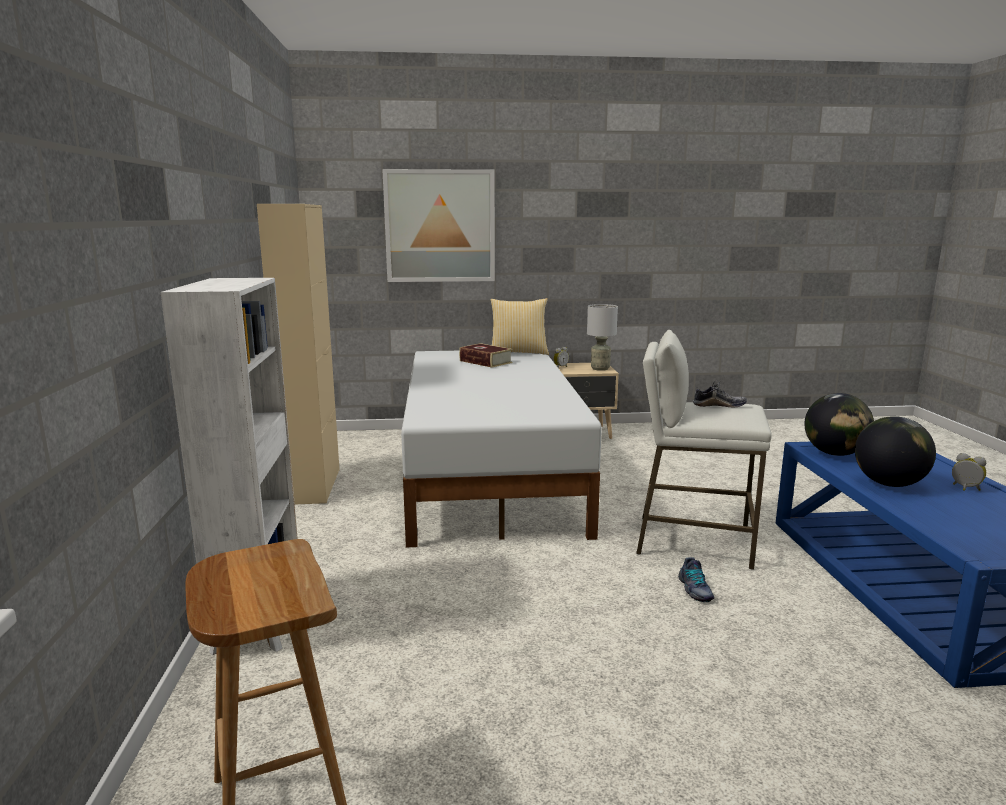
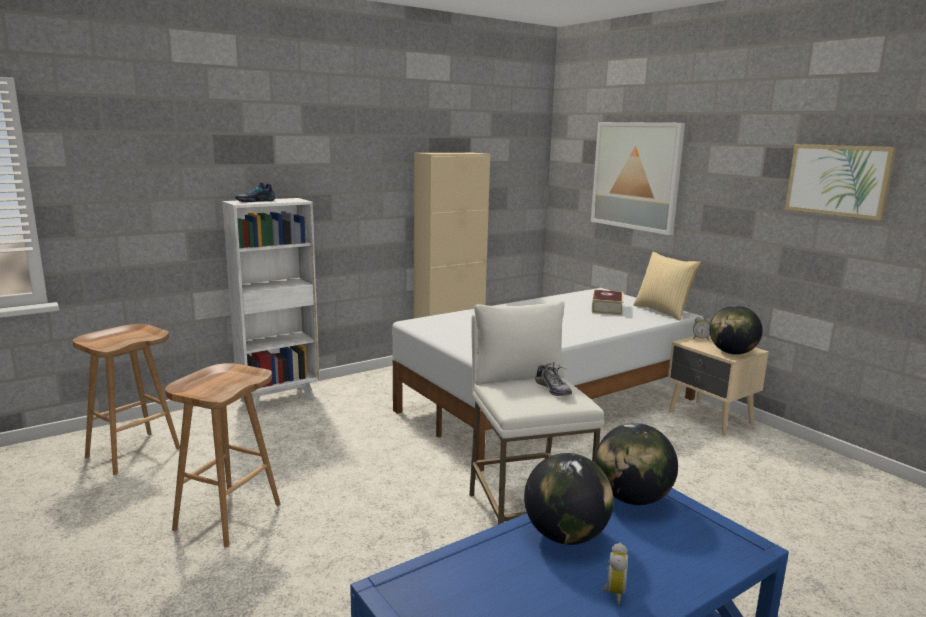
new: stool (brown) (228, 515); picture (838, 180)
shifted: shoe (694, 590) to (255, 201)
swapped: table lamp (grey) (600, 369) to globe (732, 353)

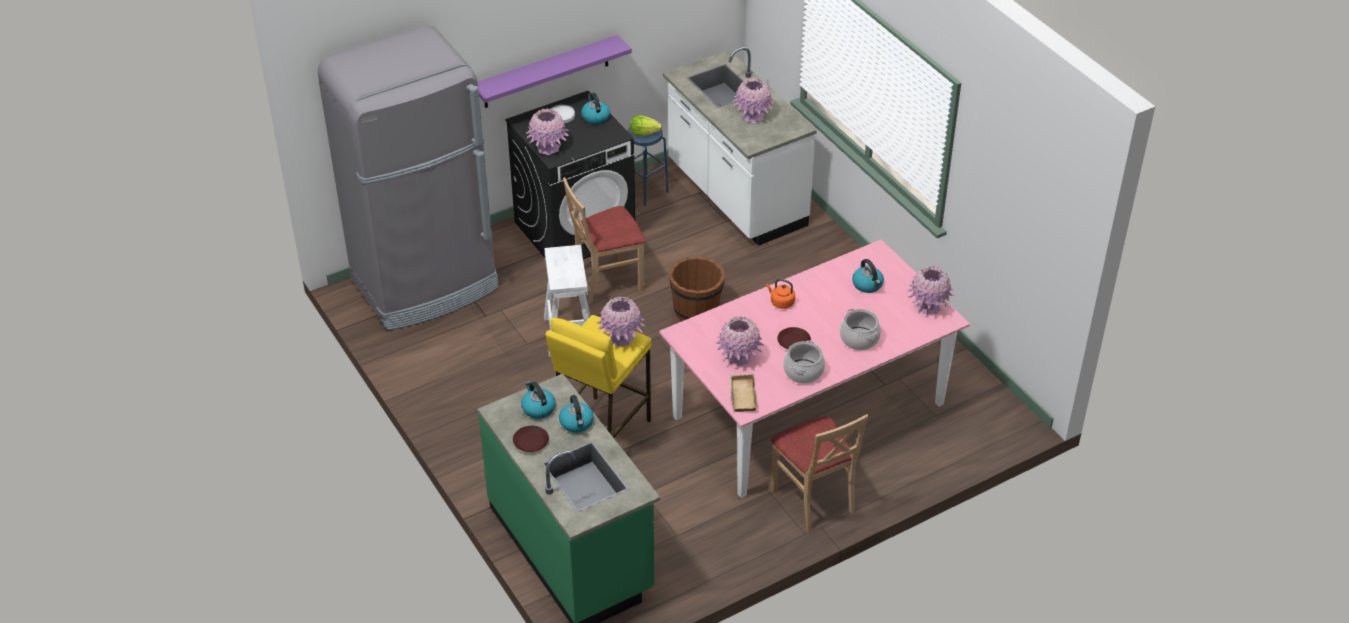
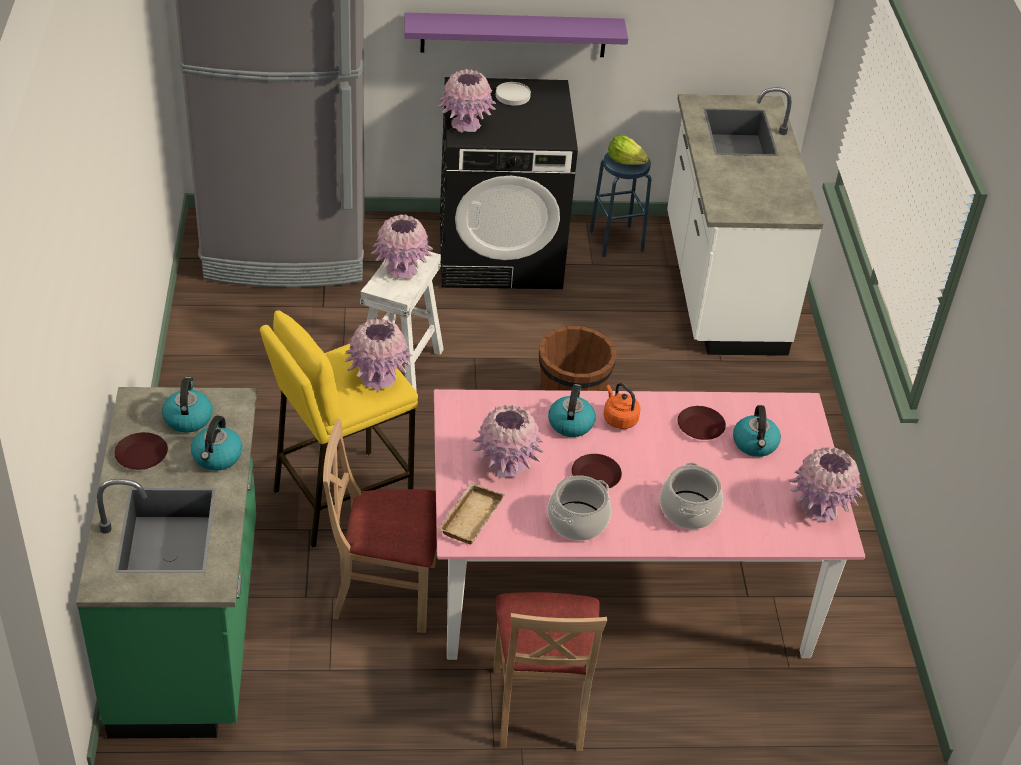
new: plate (brown) (700, 427)
shifted: chair (beige) (607, 281) to (385, 592); kettle (595, 117) to (570, 423); vase (pink) (752, 116) to (401, 270)

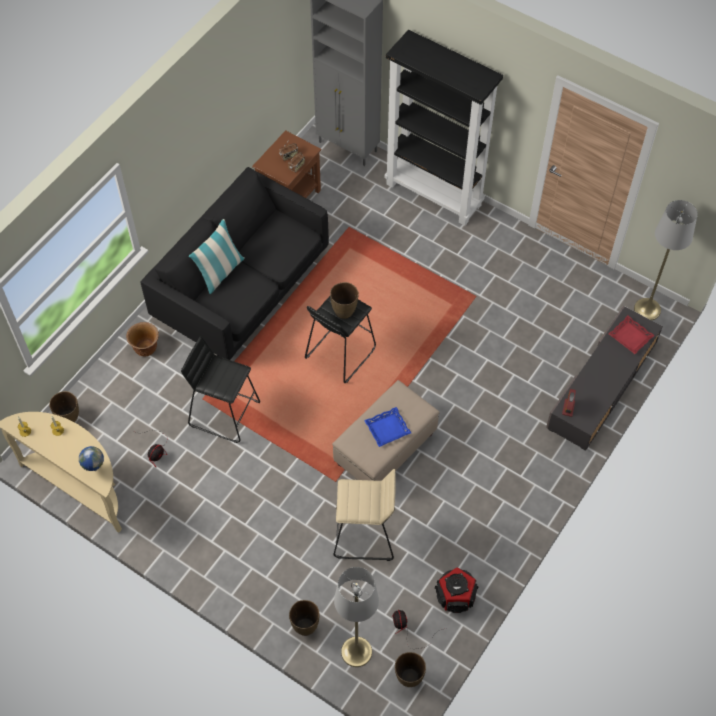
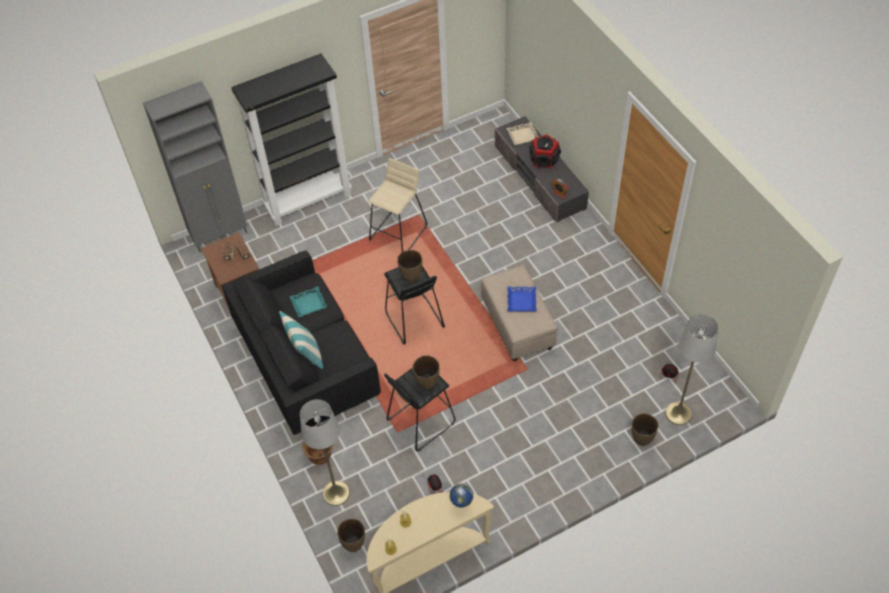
new: tray (turquoise) (308, 304)
shifted: stool (beige) (365, 534) to (398, 233); vase (brown) (409, 678) to (427, 383); speaker (456, 596) to (544, 159); floor lamp (grey) (647, 309) to (336, 493)
repainted: tray (red) (630, 336) to tray (beige) (522, 135)

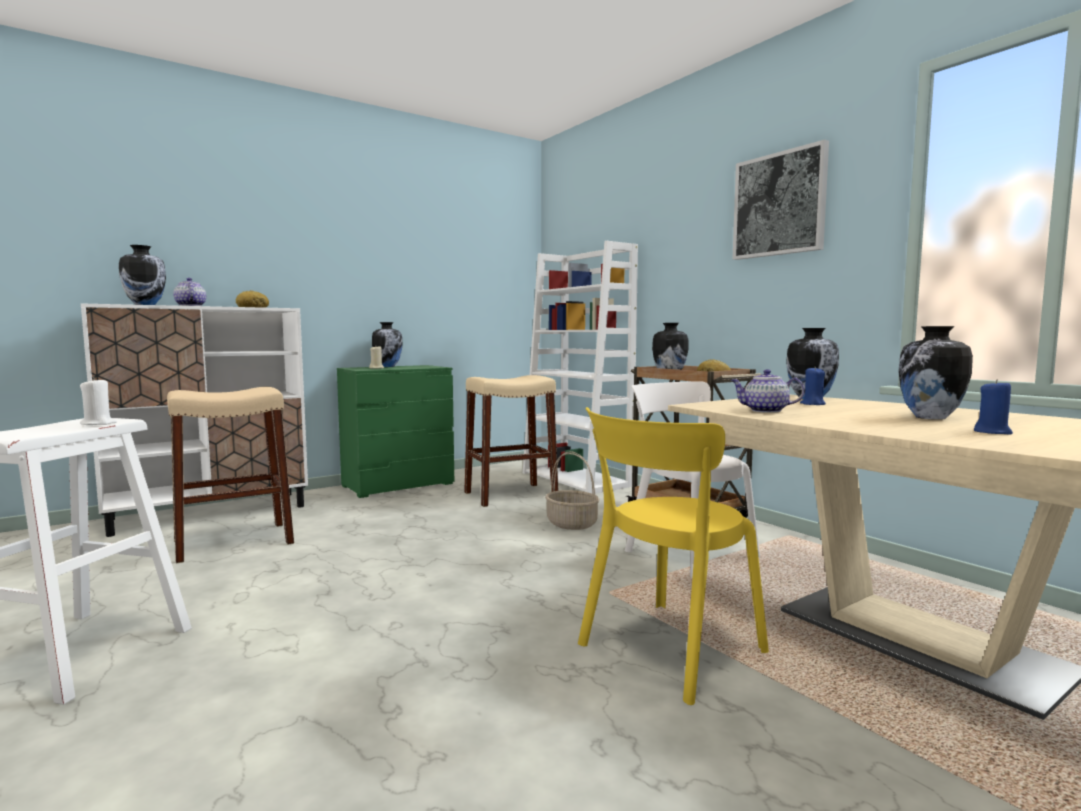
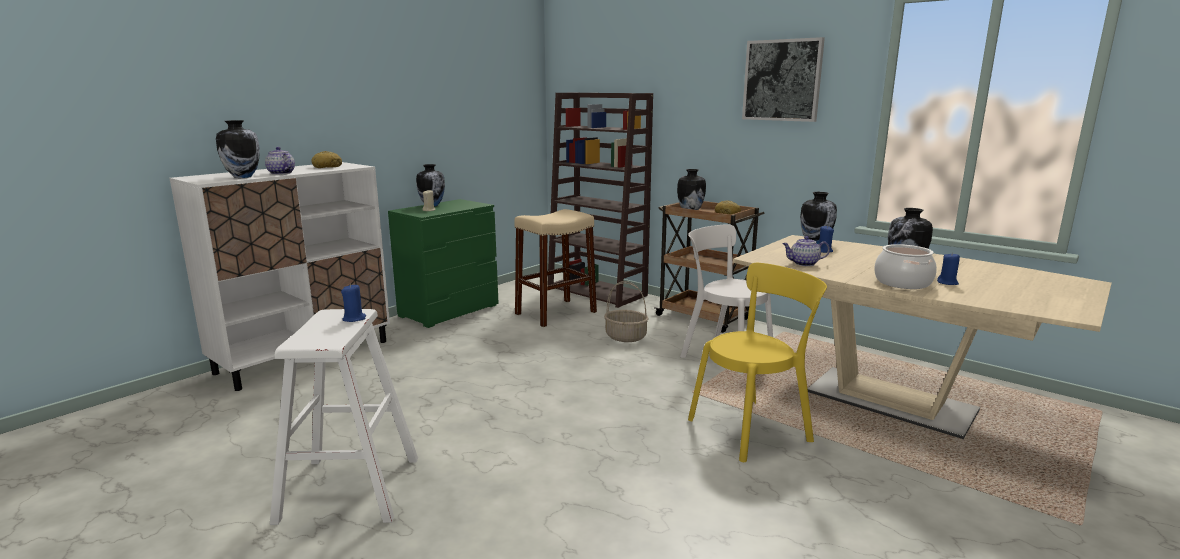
gone: stool (beige) (234, 542)
new: cooking pot (903, 283)
repainted: candle (white) (98, 423) to candle (blue) (354, 318); bookcase (white) (577, 479) to bookcase (brown) (598, 292)
rotated: chair (yellow) (666, 651) = (753, 428) 150 degrees counterclockwise

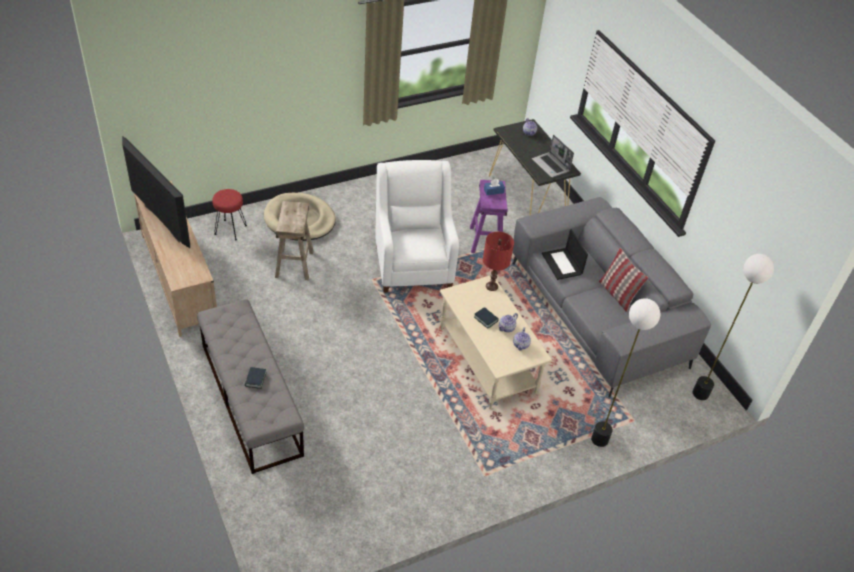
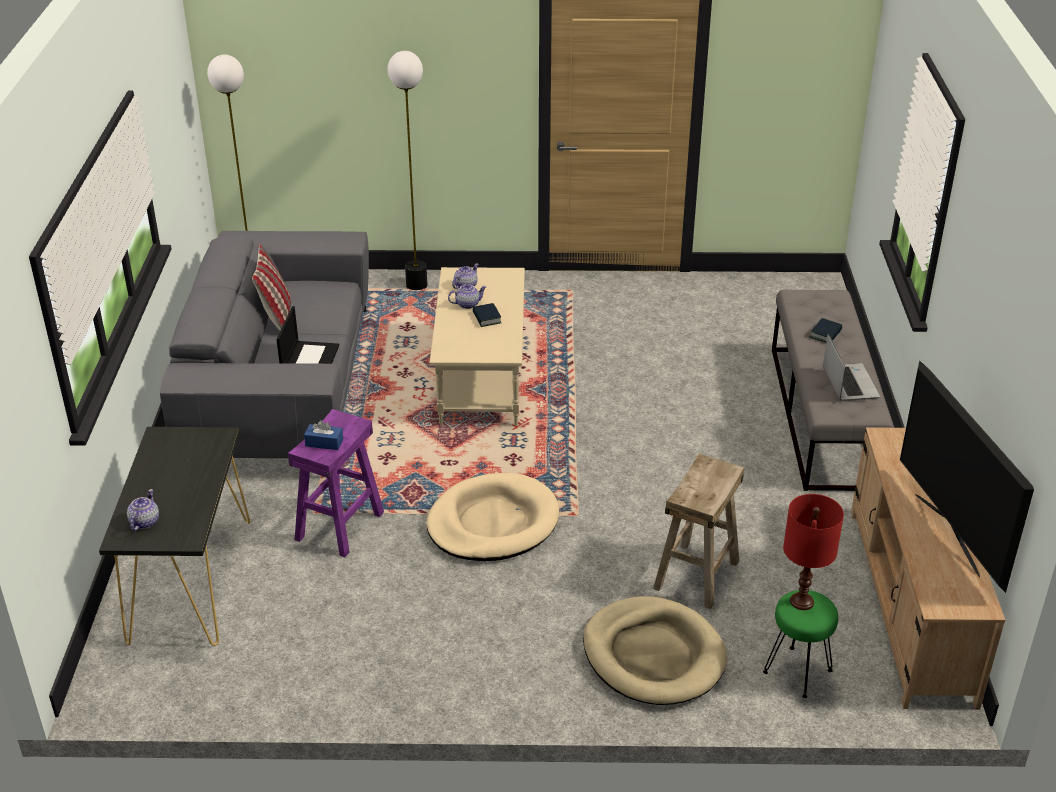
shifted: table lamp (red) (492, 286) to (801, 602); laptop (551, 166) to (848, 383)
swapped: armchair (white) (412, 263) to dog bed (beige) (493, 523)
repainted: stool (red) (230, 229) to stool (green) (797, 672)

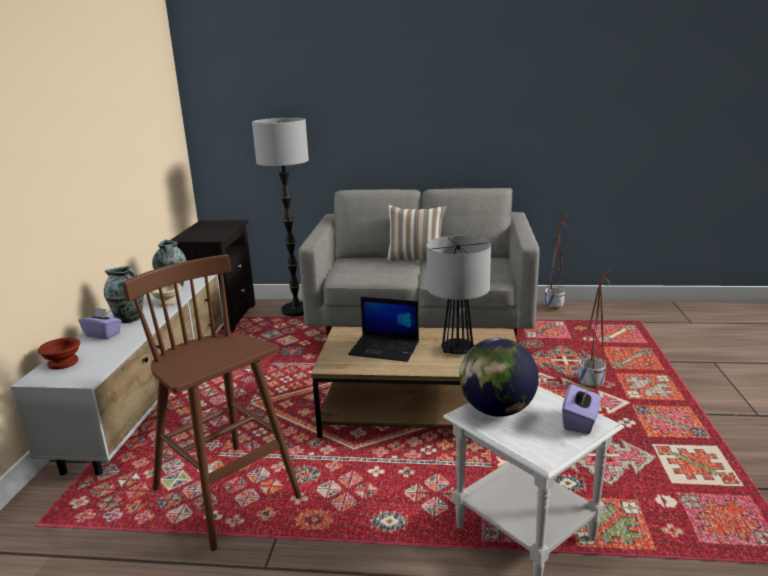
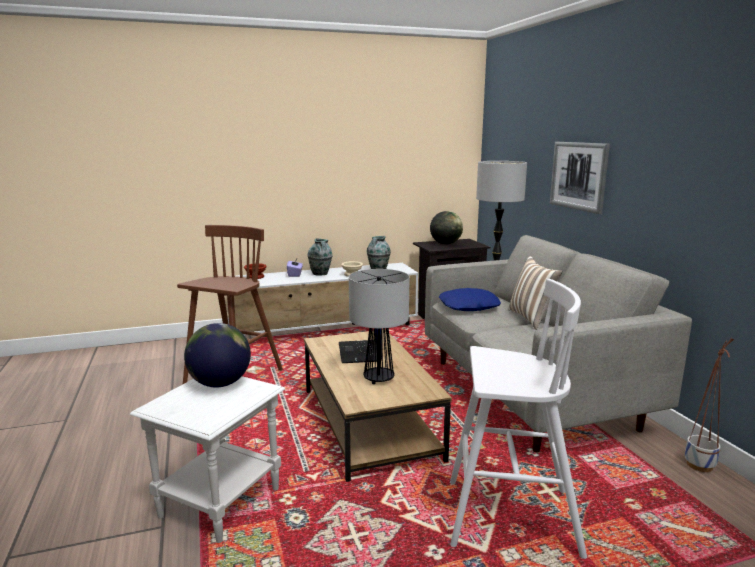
gone: tissue box (purple) (580, 422)
new: globe (445, 243); pillow (blue) (469, 306); picture (578, 176)
swapped: planter (590, 384) to stool (white) (508, 517)

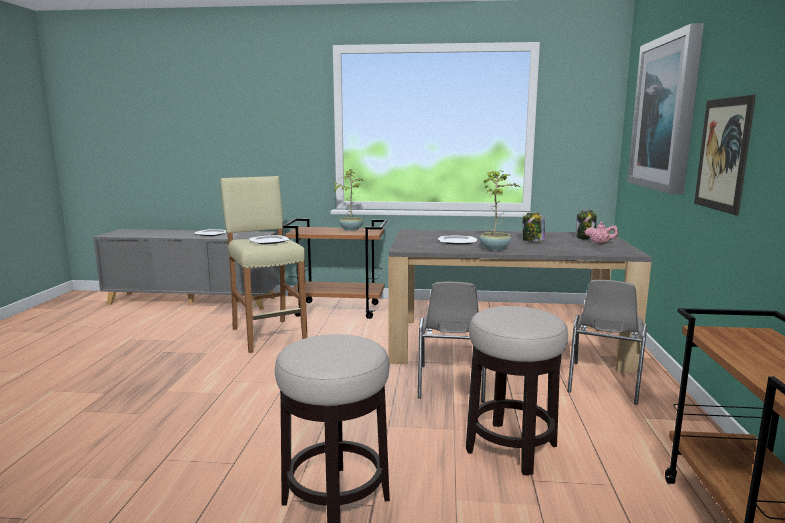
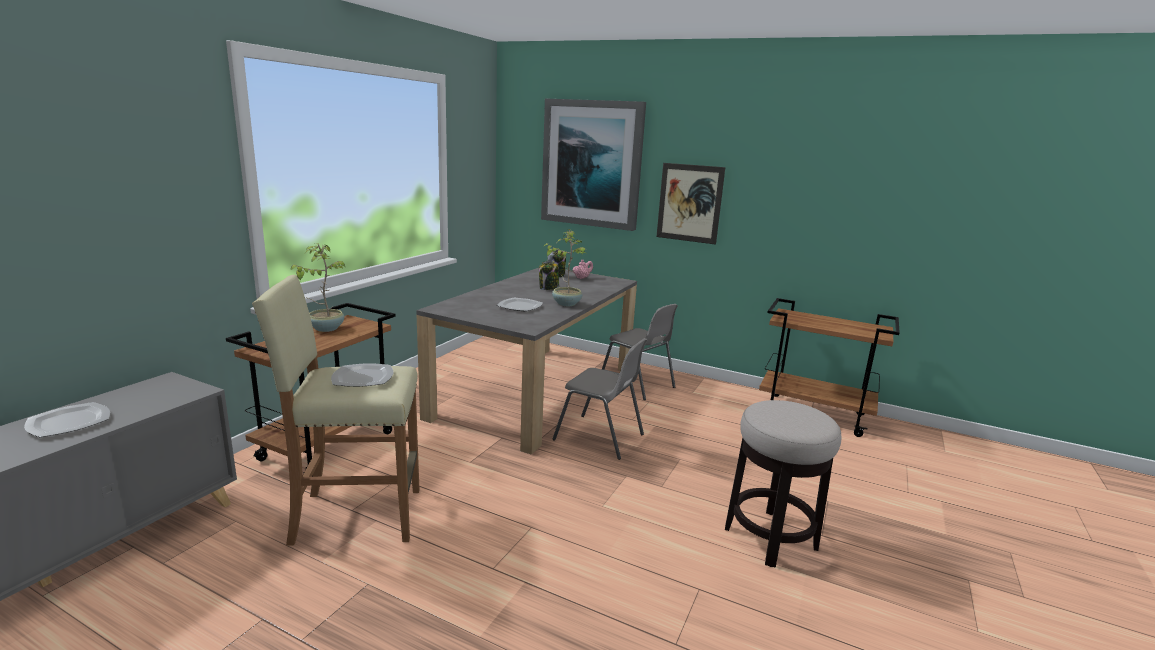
gone: stool (511, 448)

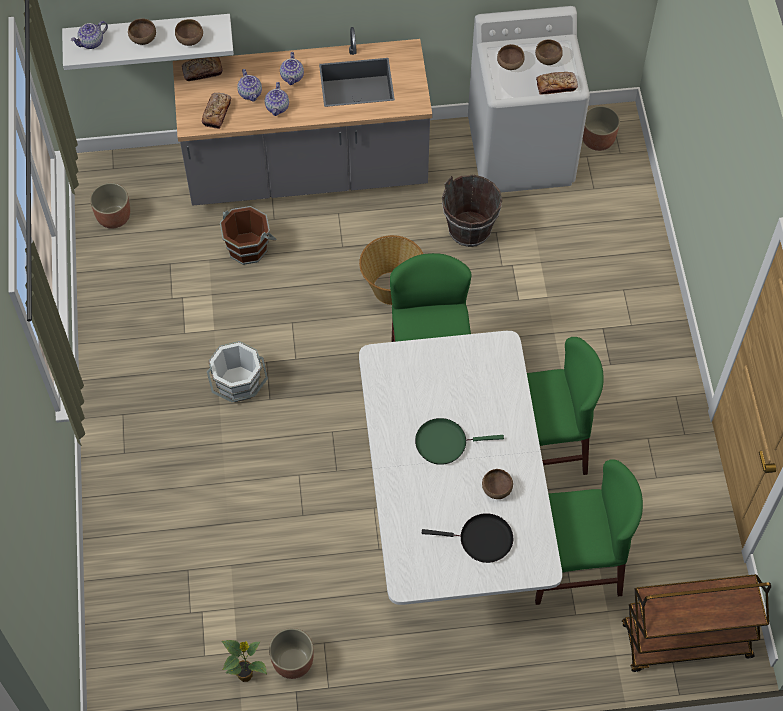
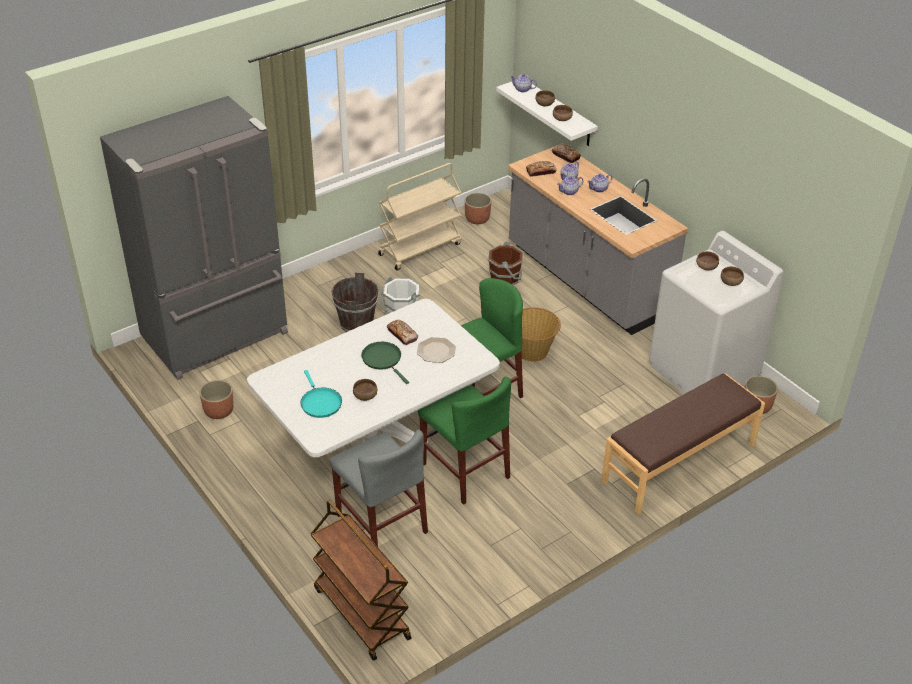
gone: potted plant (246, 675)
new: fridge (grey) (217, 337); cart (beige) (420, 249); plate (435, 351); bench (brown) (680, 463)
shifted: bucket (brown) (469, 230) to (356, 324); bread (556, 86) to (402, 335)
repainted: frying pan (black) (482, 540) to frying pan (turquoise) (320, 403); chair (green) (572, 566) to chair (grey) (381, 523)

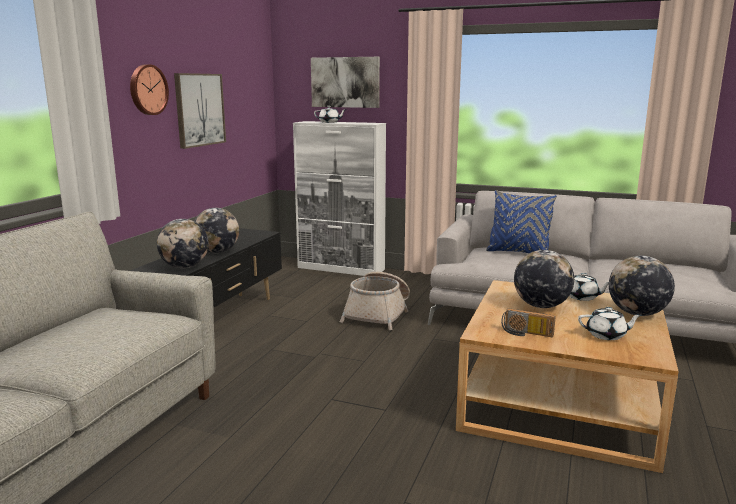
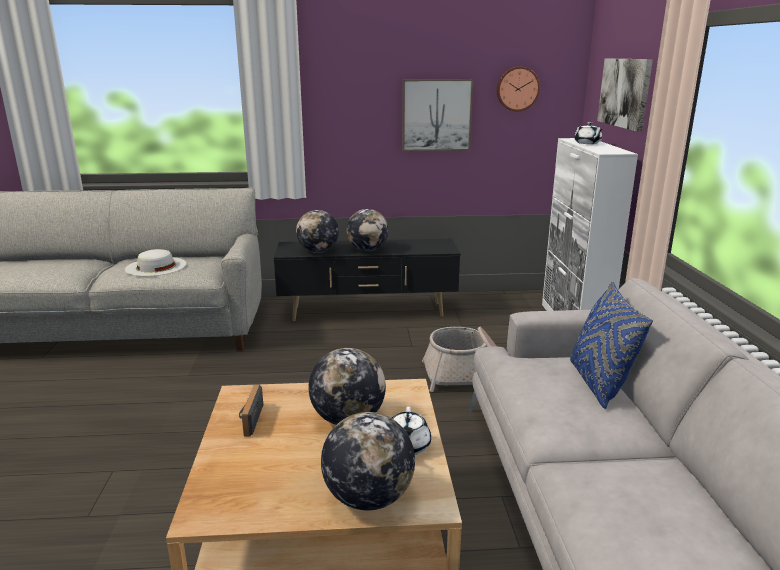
gone: teapot (white) (607, 335)
new: hat (white) (156, 266)
shifted: wall clock (147, 90) to (517, 89)

